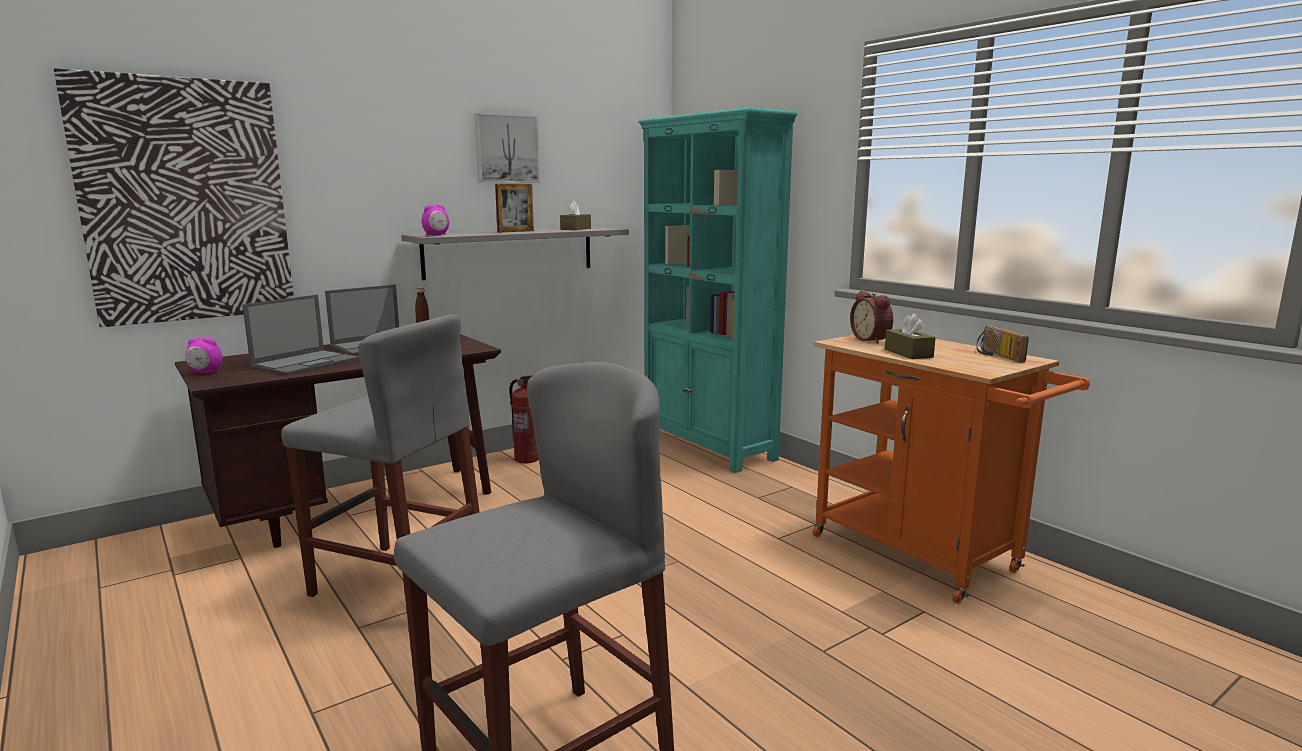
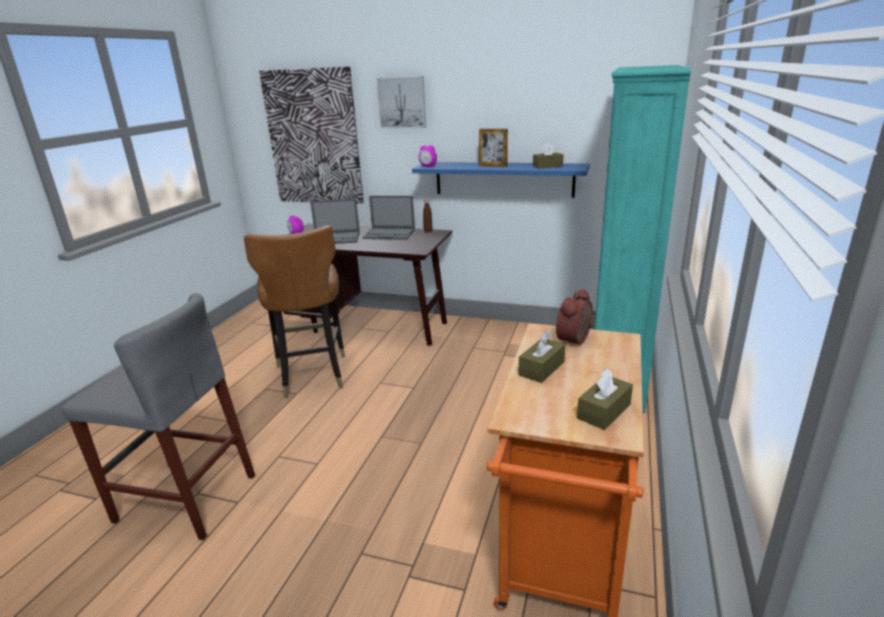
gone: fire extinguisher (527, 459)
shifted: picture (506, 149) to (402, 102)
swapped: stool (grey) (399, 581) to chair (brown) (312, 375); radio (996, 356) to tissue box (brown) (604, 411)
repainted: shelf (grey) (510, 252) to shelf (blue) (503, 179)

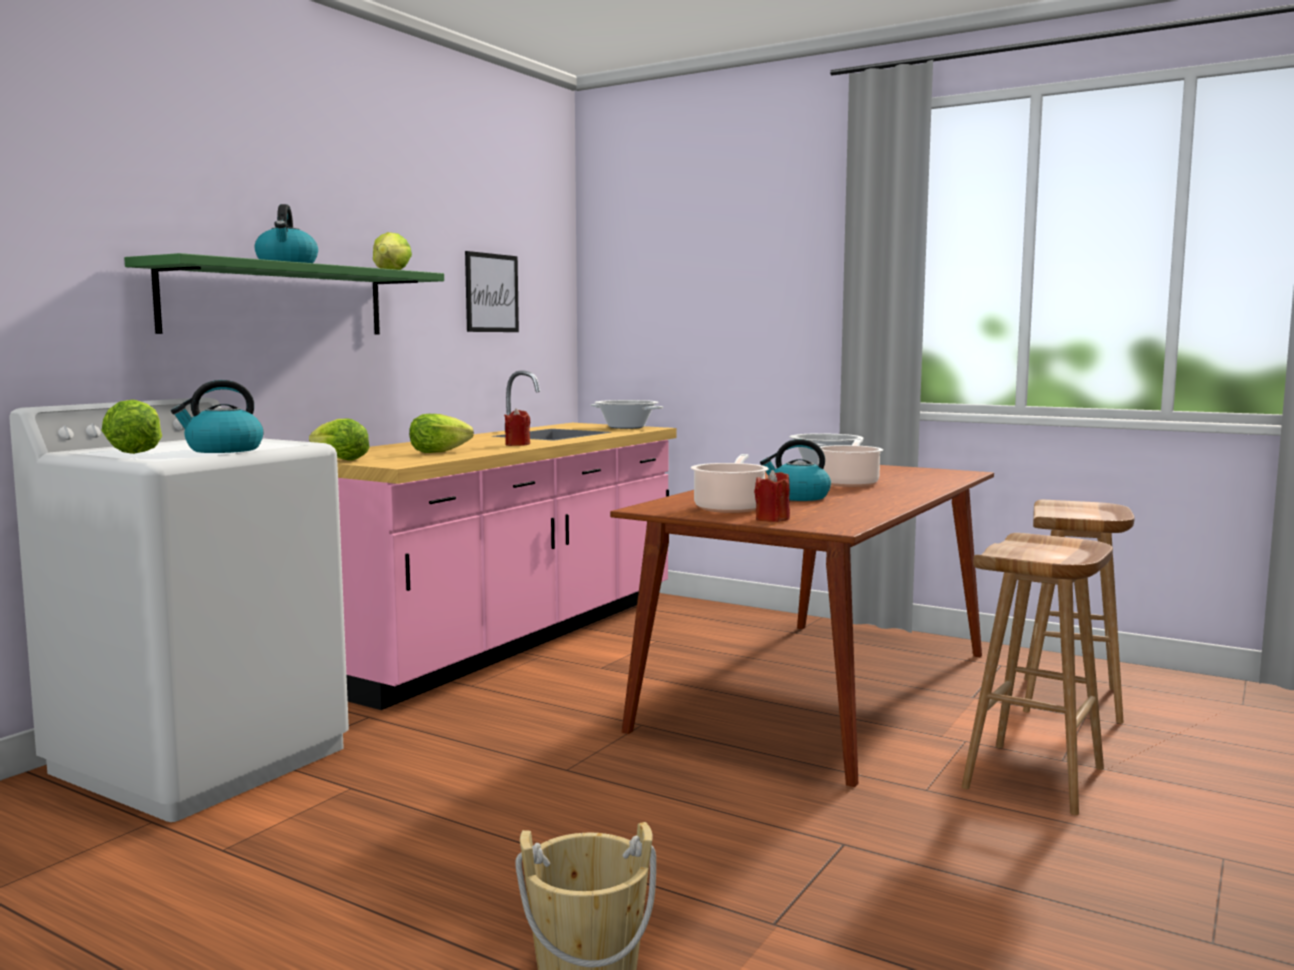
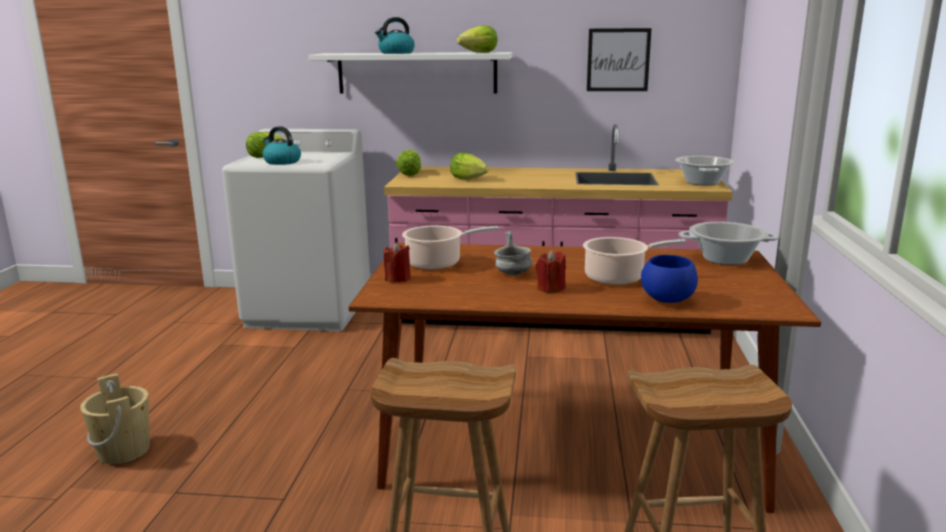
new: bowl (blue) (666, 300)
shifted: candle (red) (517, 444) to (550, 288)
swapped: kettle (797, 497) to bowl (grey) (512, 273)
repainted: shelf (green) (277, 300) to shelf (white) (417, 73)

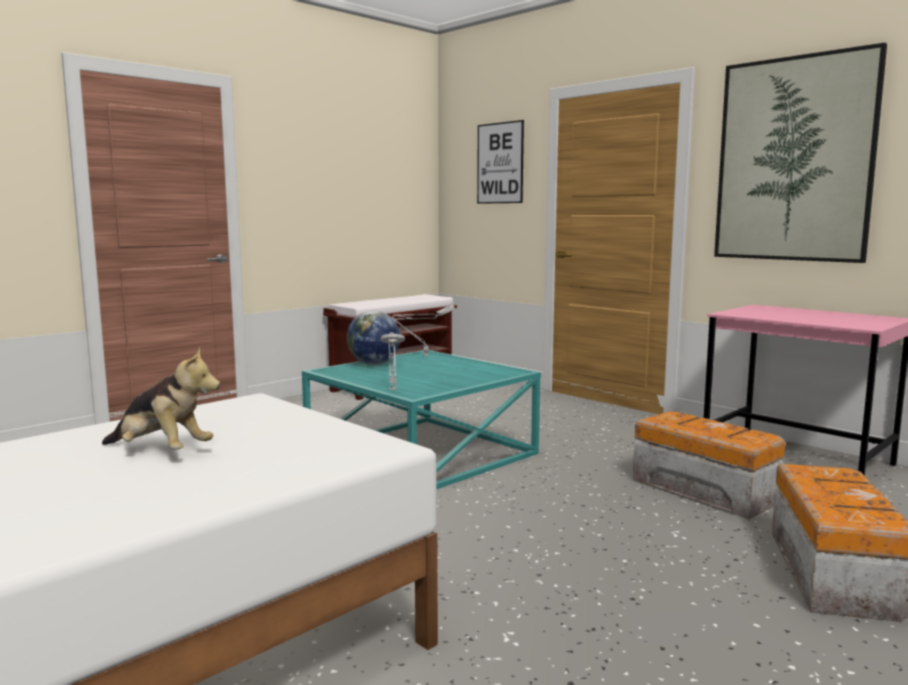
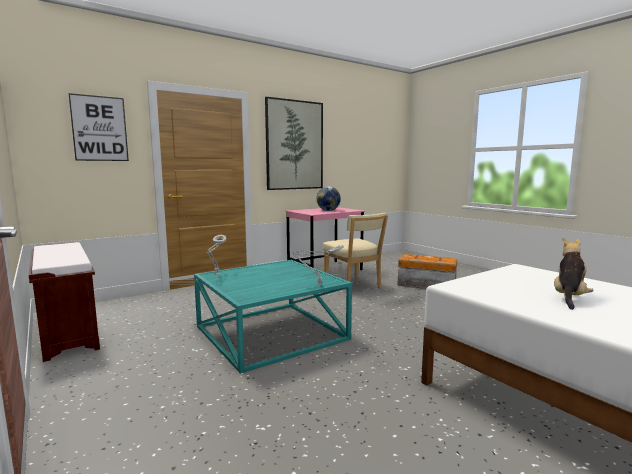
shifted: globe (373, 364) to (328, 210)
swapped: storage box (703, 490) to chair (beige) (353, 286)

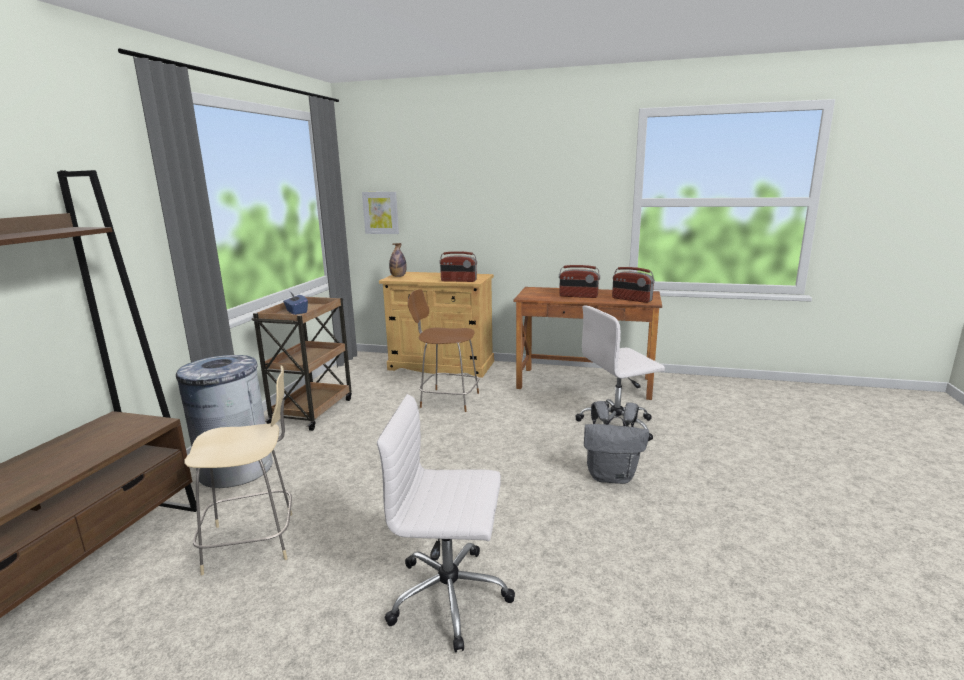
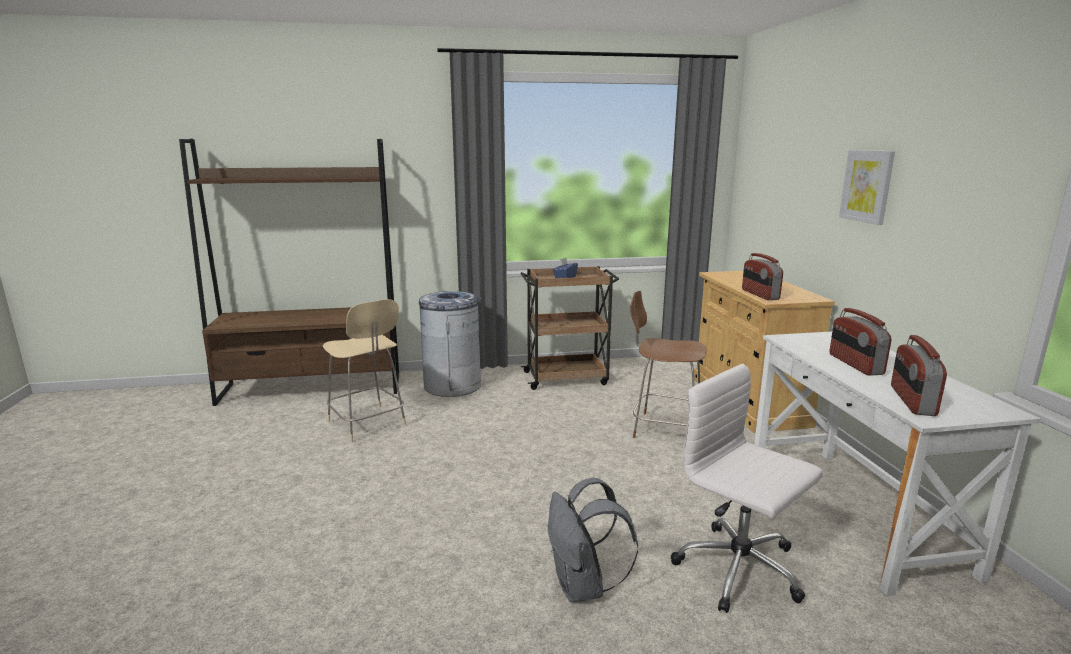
gone: office chair (white) (451, 596); bottle (398, 276)
shifted: picture (381, 212) to (867, 186)
repainted: desk (brown) (584, 383) to desk (white) (853, 513)
rotated: chair (brown) (447, 400) = (664, 429) 60 degrees counterclockwise

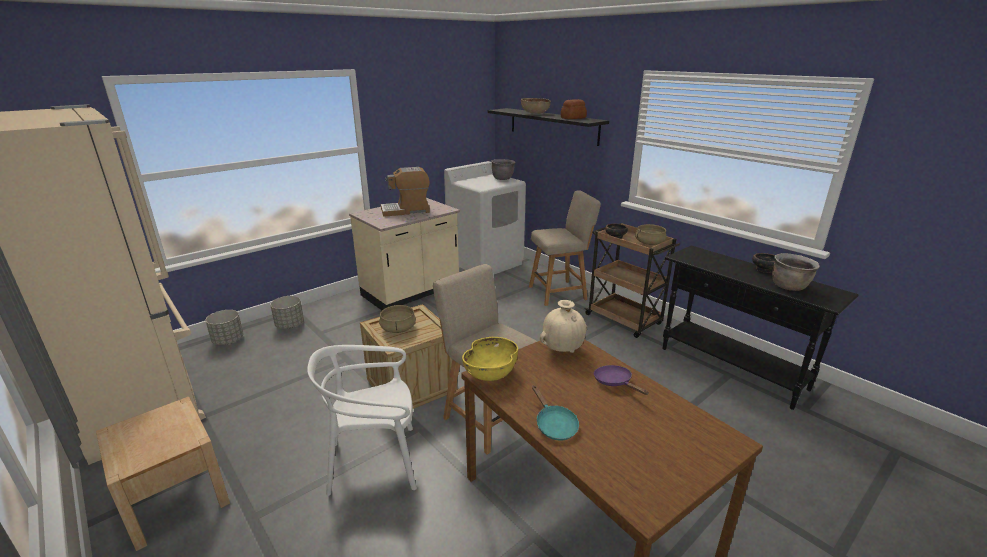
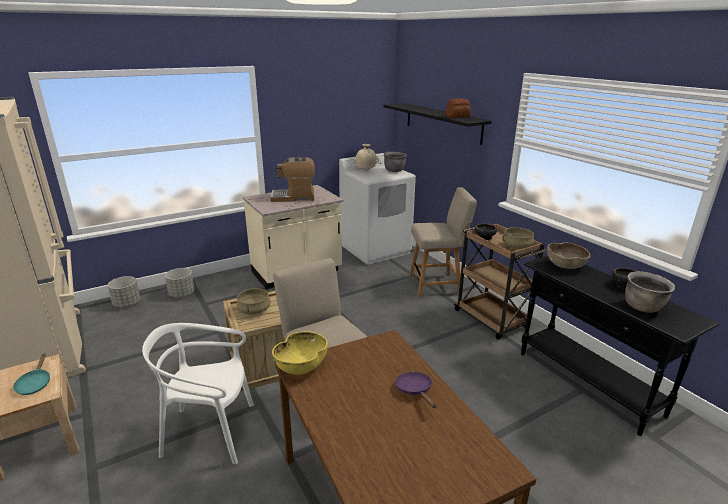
shifted: bowl (brown) (535, 113) to (565, 266); frying pan (turquoise) (554, 425) to (35, 383); vase (beige) (562, 350) to (366, 170)

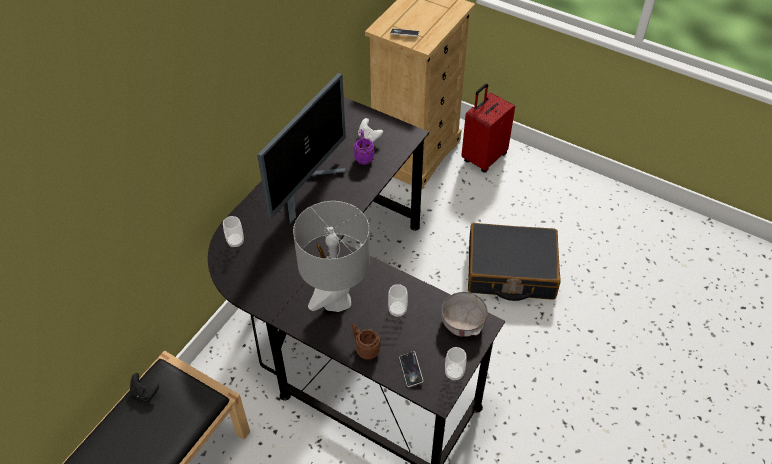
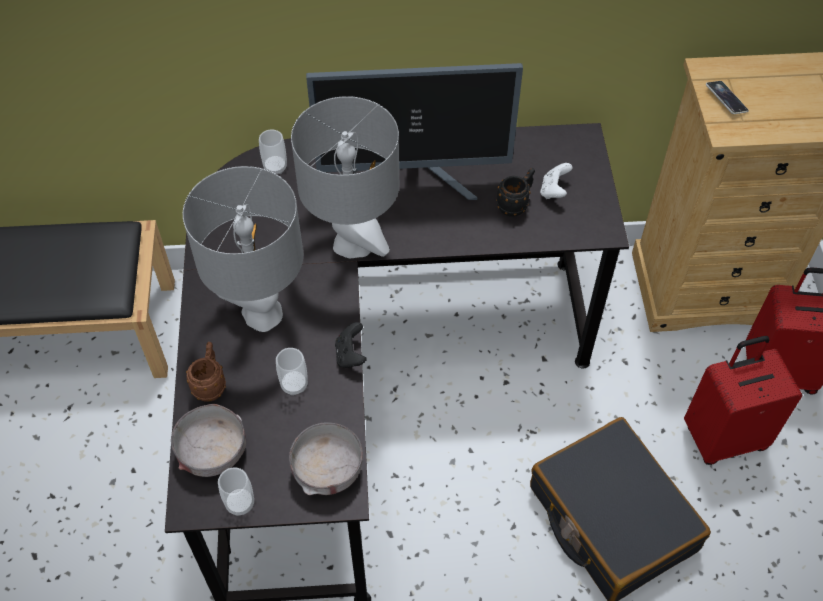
new: table lamp (grey) (353, 244); suitcase (red) (723, 436)
shifted: game controller (black) (145, 393) to (350, 355)
swapped: phone (411, 370) to bowl (grey) (212, 451)
repainted: mug (purple) (363, 157) to mug (black) (515, 204)

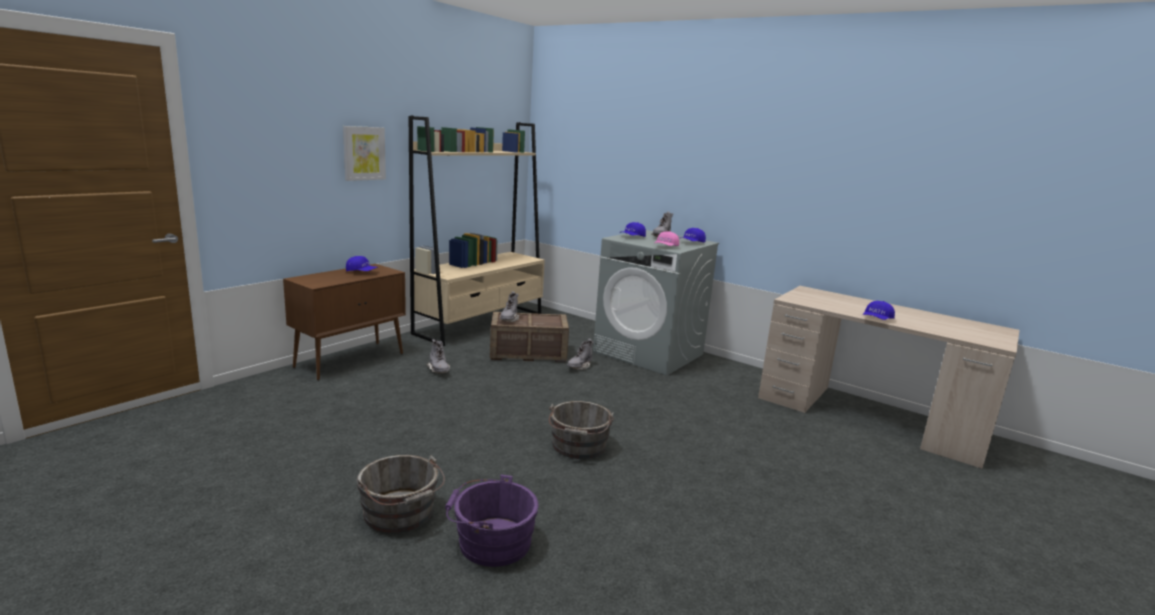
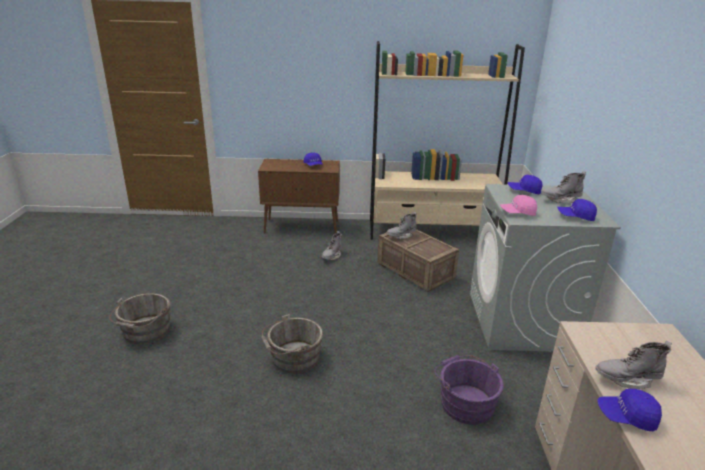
gone: picture (364, 153)
shifted: bucket (purple) (490, 542) to (465, 402); boot (grey) (579, 367) to (627, 379)

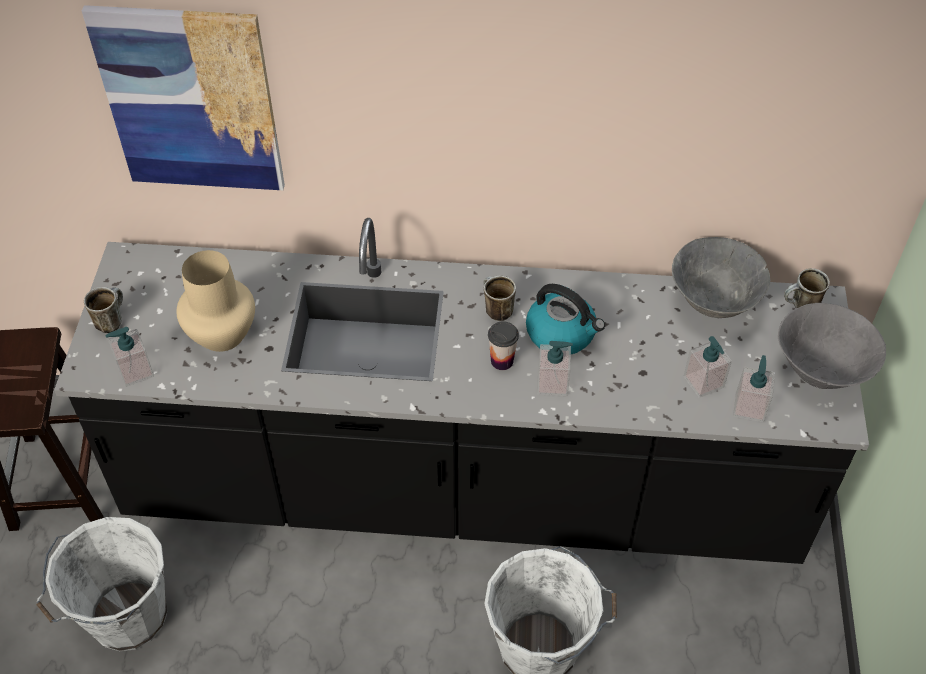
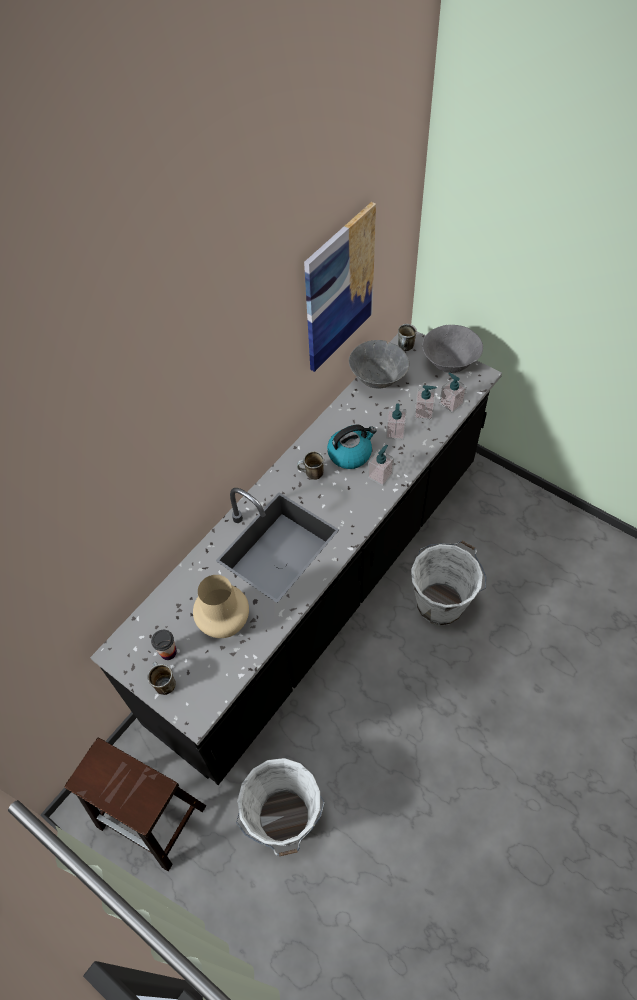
shifted: picture (191, 100) to (339, 289); soap dispenser (135, 371) to (395, 432); cup (502, 361) to (168, 652)

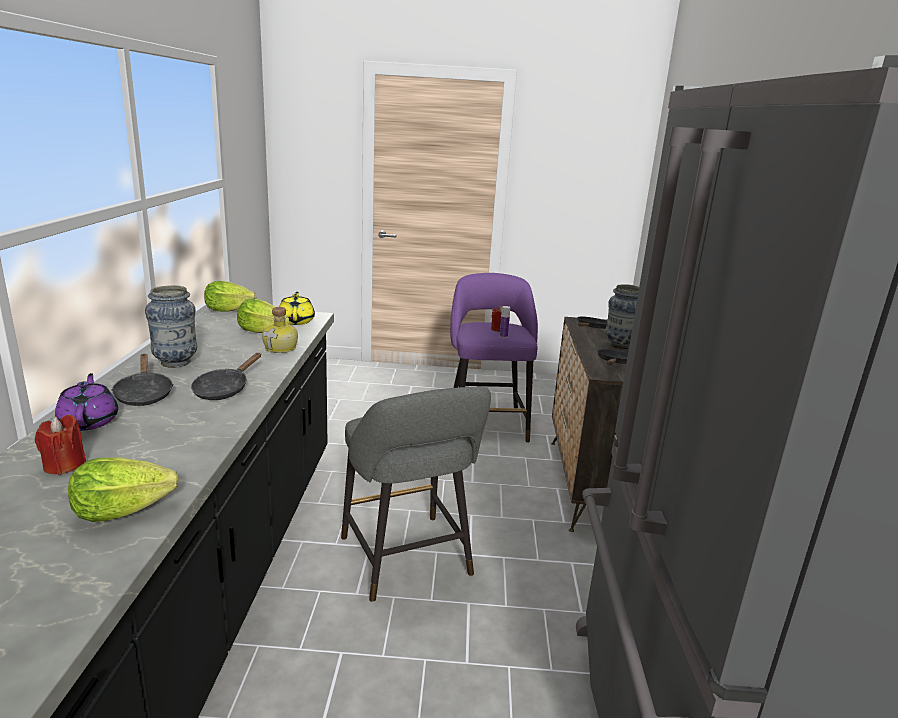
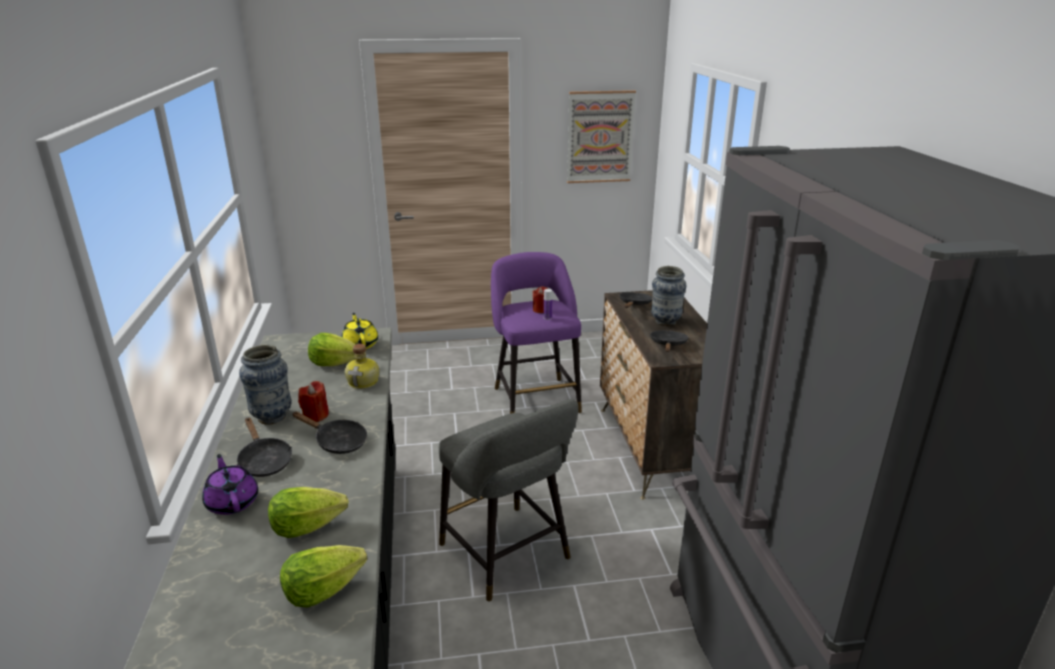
new: picture (600, 137)
shifted: candle (red) (64, 465) to (315, 415); lettuce (228, 310) to (306, 526)
rotated: frying pan (black) (224, 389) = (337, 442) 75 degrees counterclockwise

